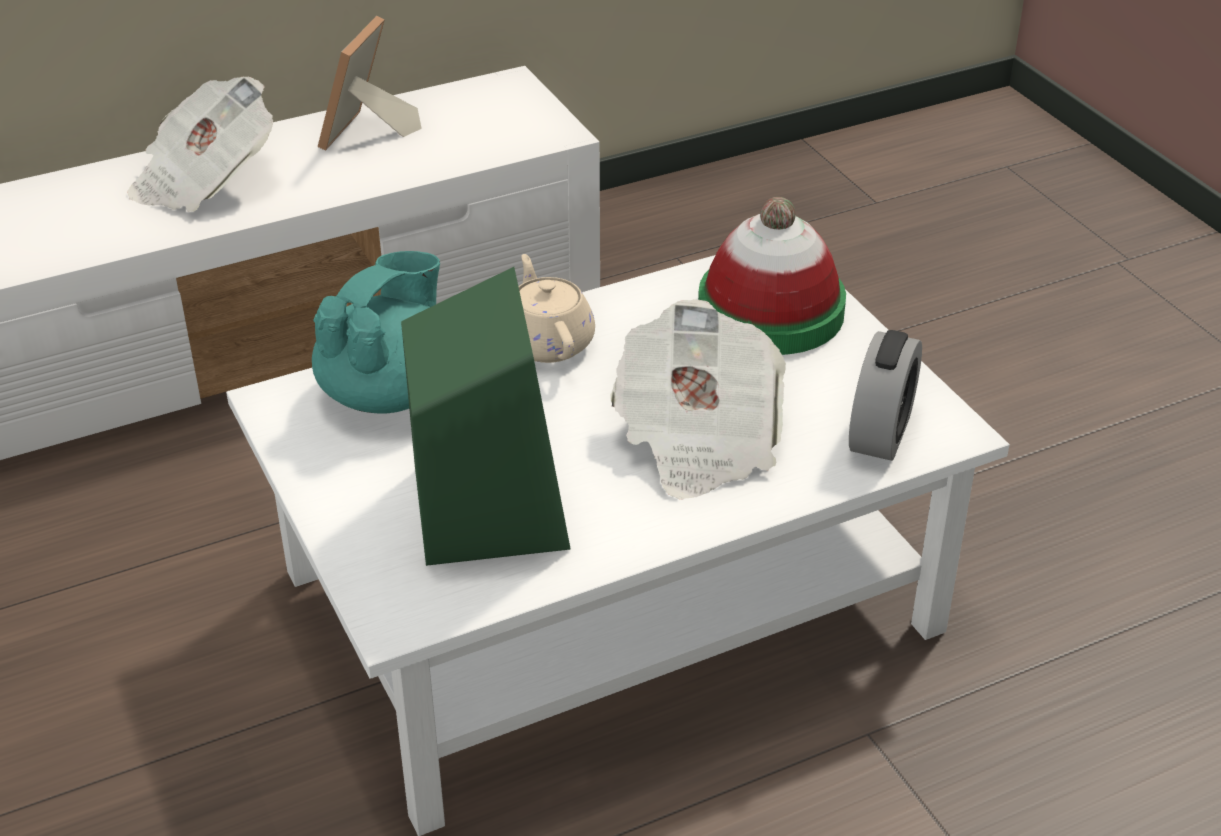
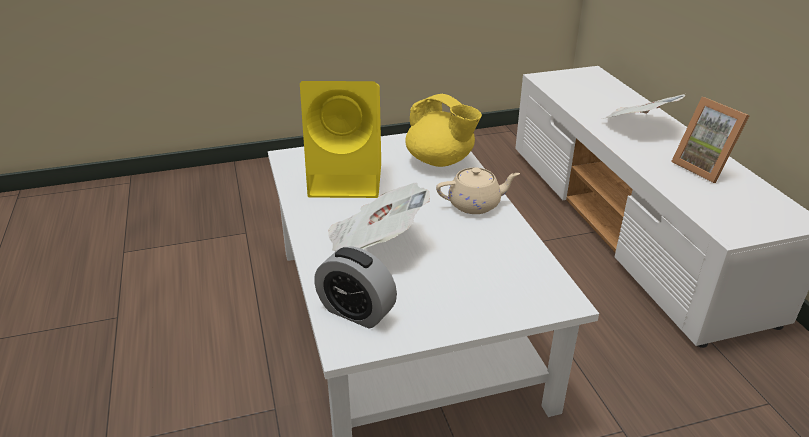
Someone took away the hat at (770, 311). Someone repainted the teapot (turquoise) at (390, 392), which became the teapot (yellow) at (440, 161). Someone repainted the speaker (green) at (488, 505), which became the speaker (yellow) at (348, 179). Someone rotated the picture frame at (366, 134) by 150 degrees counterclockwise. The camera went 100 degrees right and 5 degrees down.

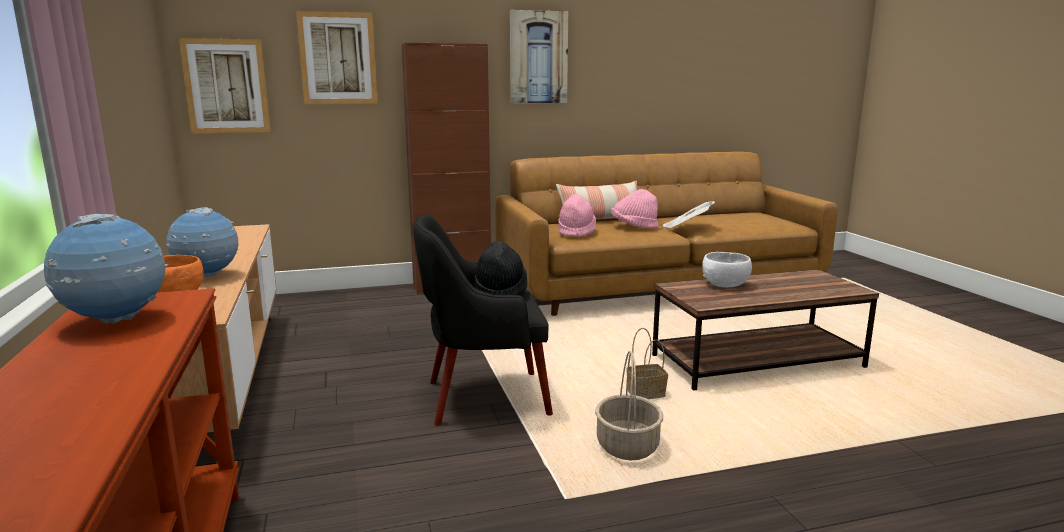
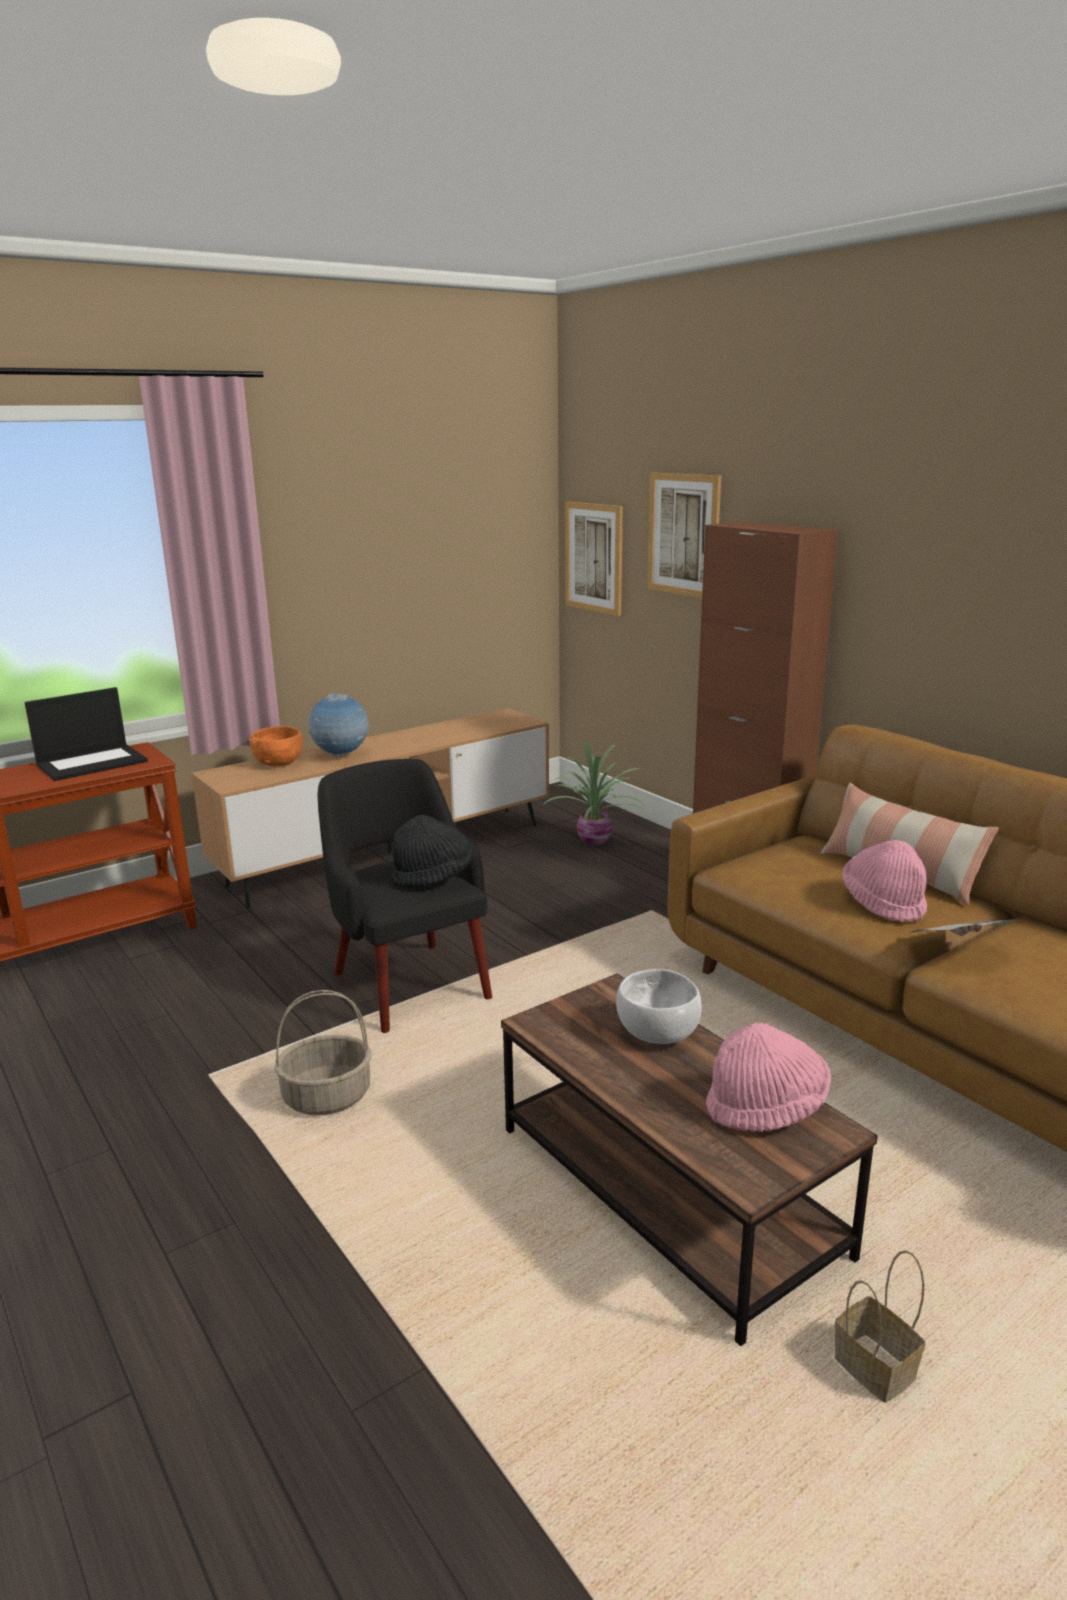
Someone took away the picture at (538, 57). Someone put down the potted plant at (596, 840). Someone carried the hat (pink) from (576, 232) to (766, 1108). Someone carried the basket from (646, 393) to (877, 1369). Someone swapped the globe at (116, 321) for the laptop at (92, 762). The camera went 70 degrees right and 5 degrees up.

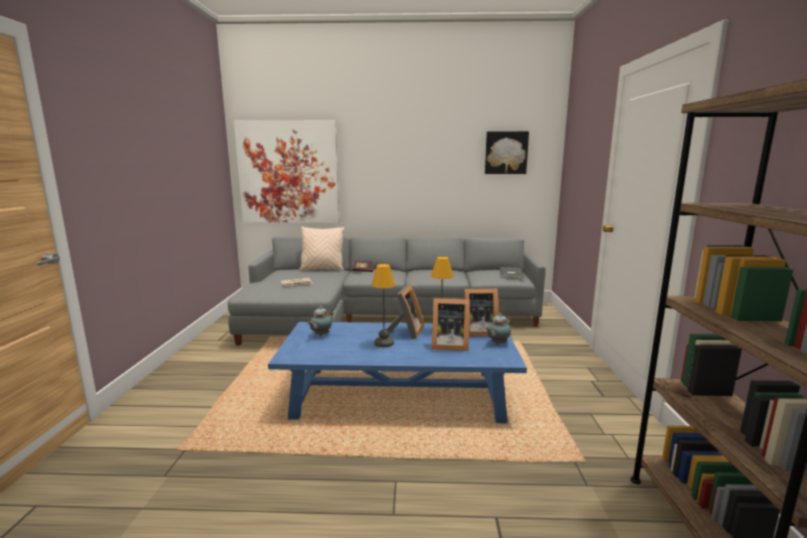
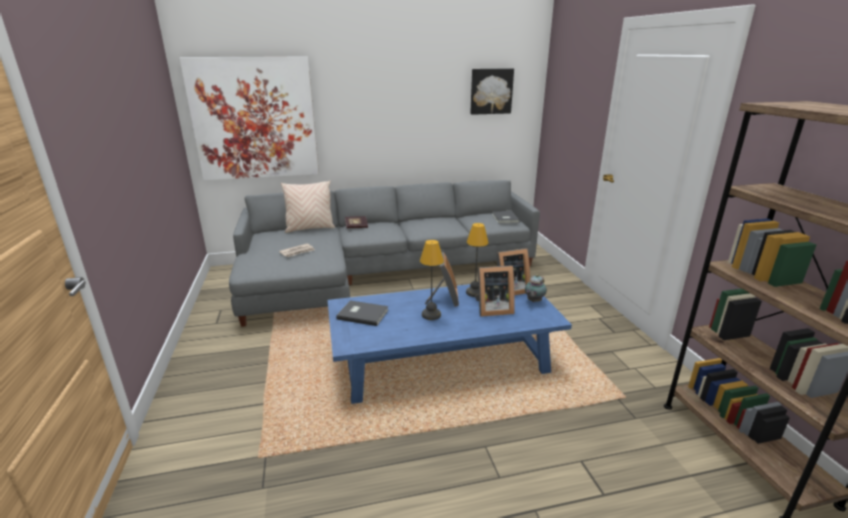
Someone swapped the teapot at (320, 335) for the book (grey) at (362, 314). The camera went 15 degrees left and 10 degrees up.

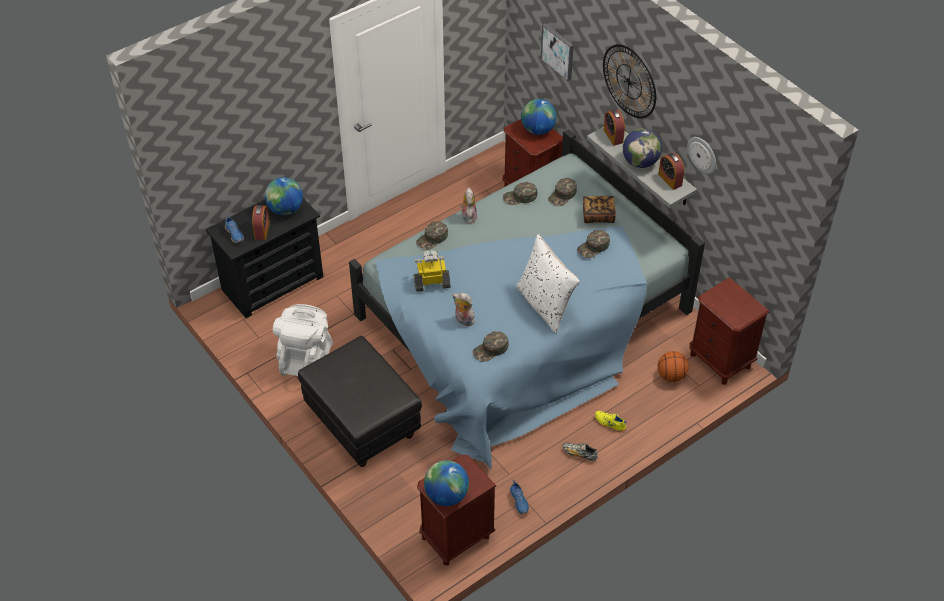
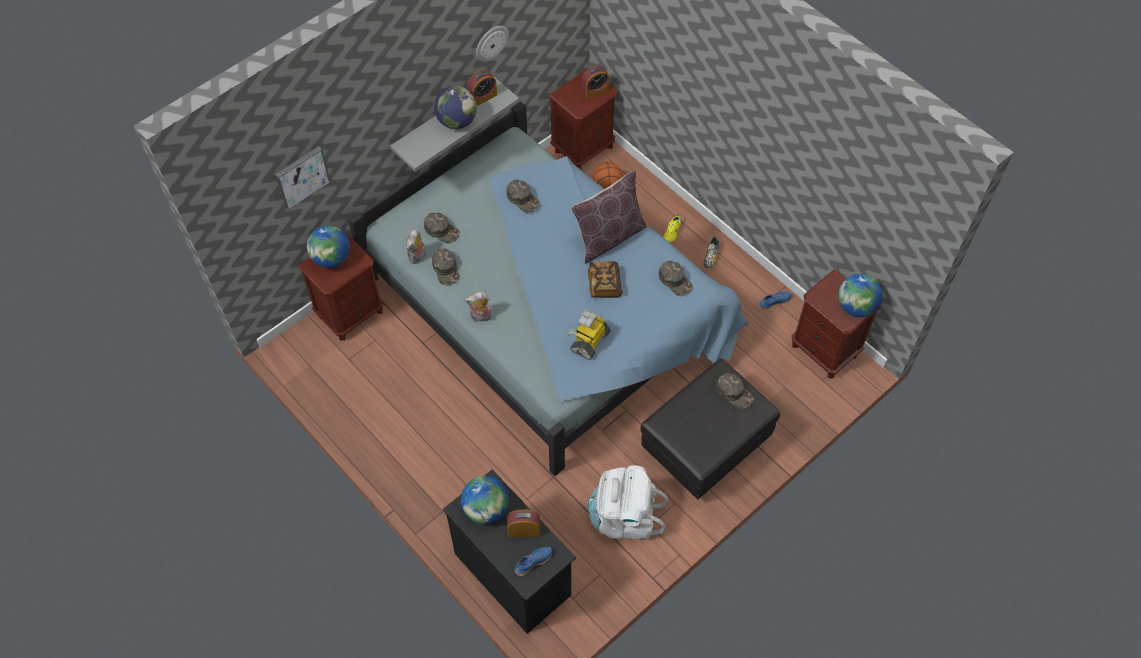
Someone took away the wall clock at (629, 81). Someone carried the cap (green) from (432, 238) to (734, 393). Someone carried the plush toy from (463, 321) to (418, 257). Someone carried the book from (598, 215) to (604, 285). Someone carried the alarm clock from (613, 136) to (595, 90). Someone repainted the pillow (white) at (545, 305), which became the pillow (brown) at (609, 237). Someone rotated the toy robot at (432, 283) by 45 degrees clockwise. The camera went 95 degrees left and 10 degrees up.

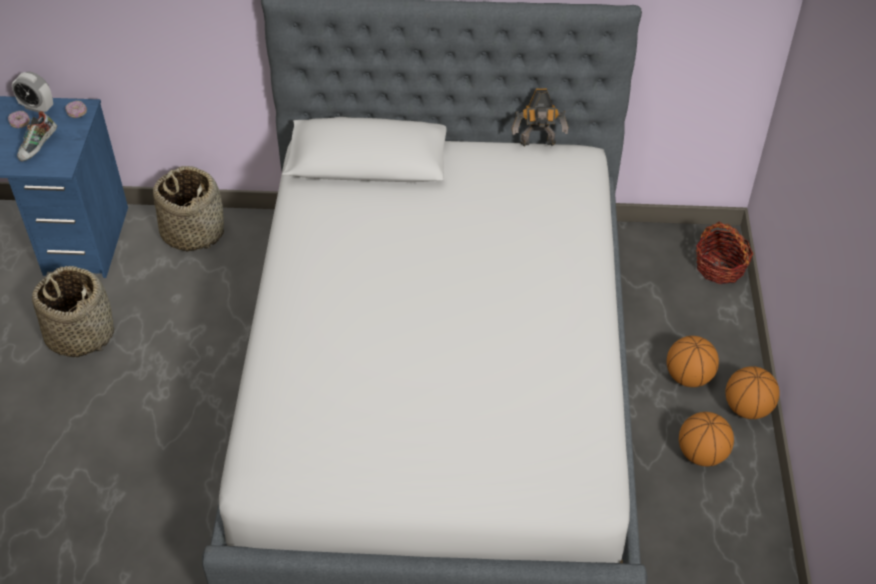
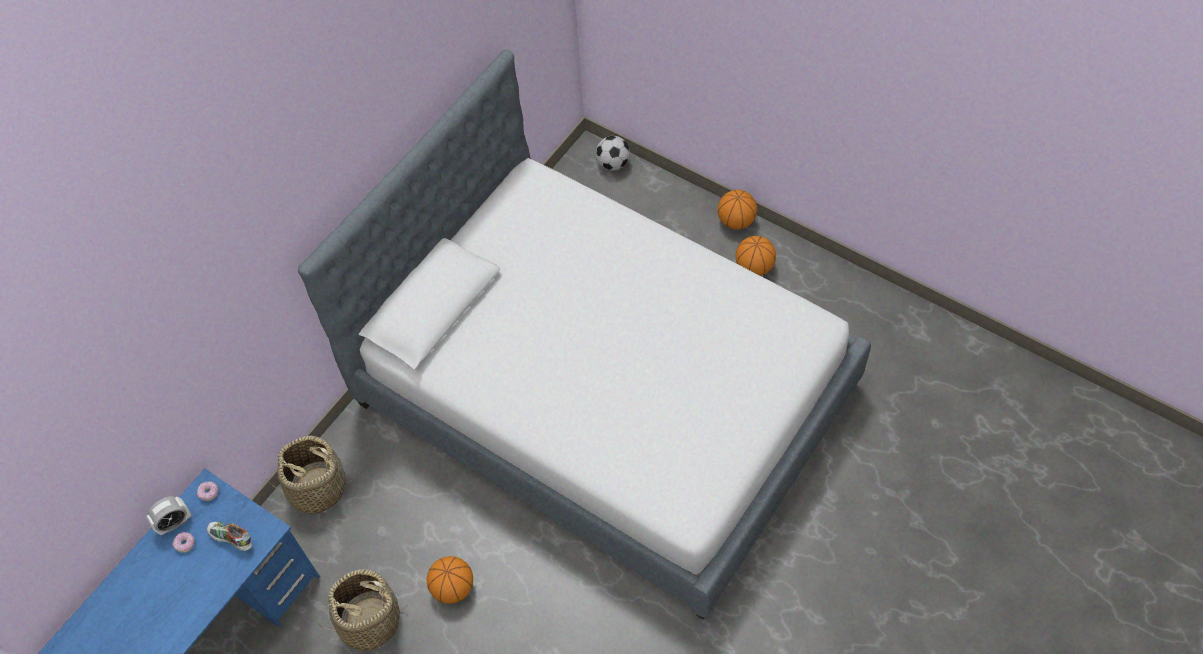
Someone took away the toy robot at (538, 144). Someone carried the basketball from (688, 377) to (453, 587). Someone swapped the basket at (720, 267) for the football at (613, 164). Someone rotated the shoe at (39, 148) by 150 degrees clockwise. The camera went 55 degrees left and 10 degrees up.

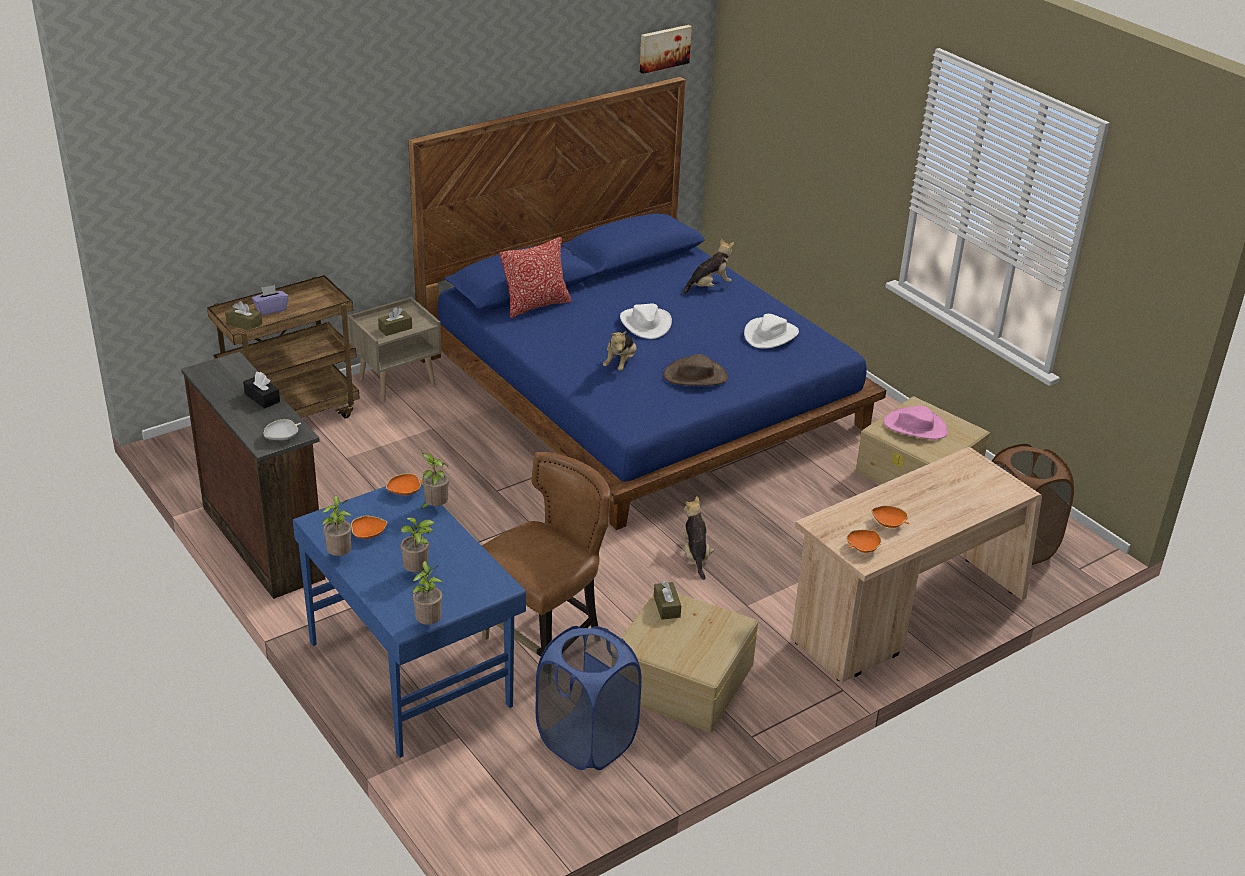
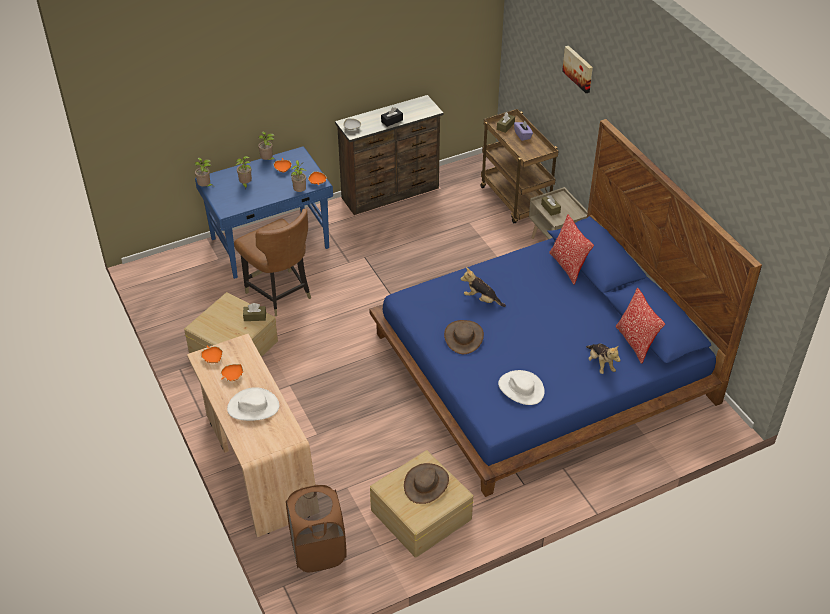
Someone took away the laundry basket (blue) at (586, 741). Someone took away the plush toy at (695, 555). Someone put down the pillow at (635, 343). Someone carried the hat (white) from (645, 323) to (253, 407). Someone carried the picture from (663, 48) to (579, 68). Someone repainted the hat (pink) at (915, 426), which became the hat (brown) at (426, 484). The camera went 100 degrees right and 10 degrees up.

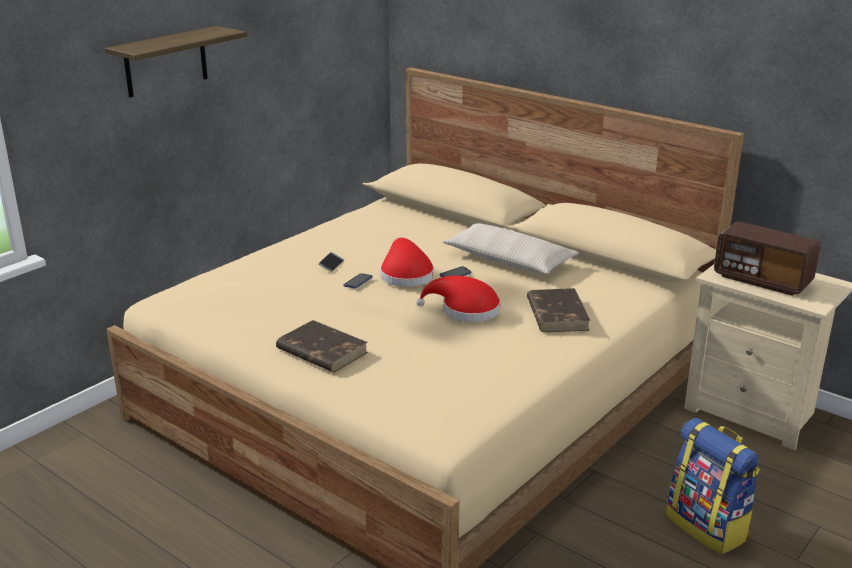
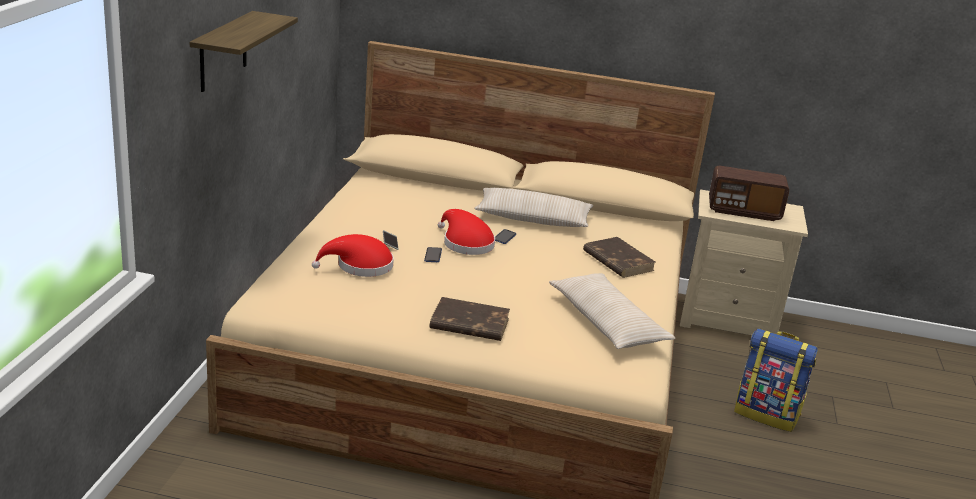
Someone put down the pillow (beige) at (607, 323). Someone carried the hat (red) from (465, 310) to (360, 266). The camera went 30 degrees left and 0 degrees up.

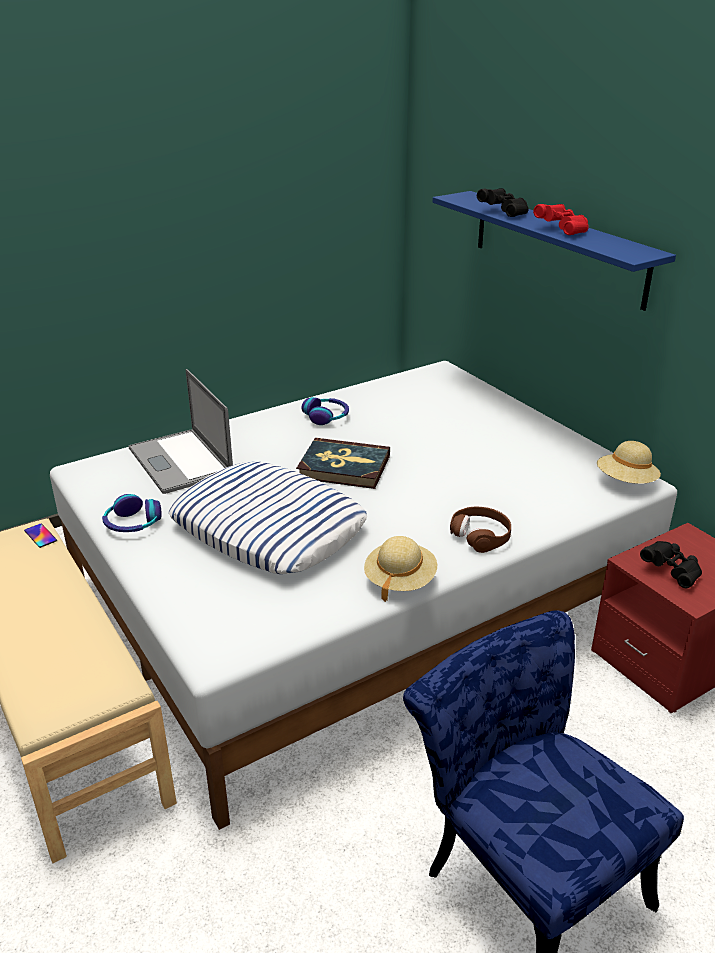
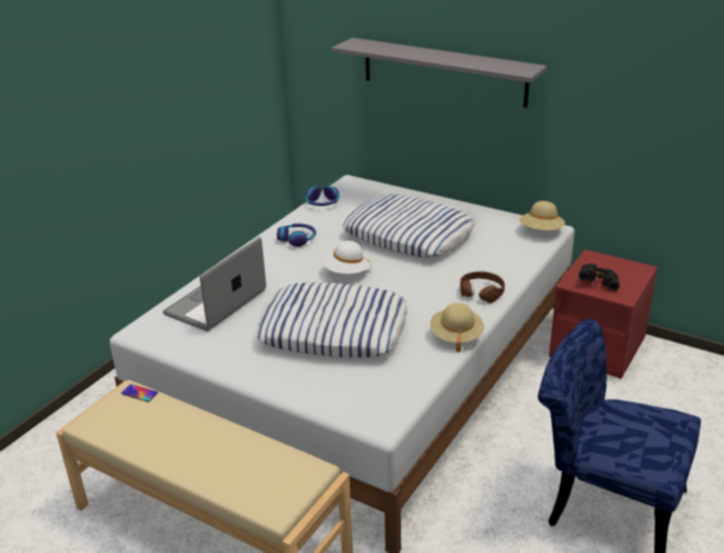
Someone took away the binoculars (black) at (504, 212). Someone took away the binoculars (red) at (563, 230). Someone put down the pillow at (409, 234). Someone carried the headphones from (132, 523) to (322, 203). Someone swapped the book at (344, 467) for the hat (white) at (346, 272). Someone repainted the shelf (blue) at (557, 247), which became the shelf (grey) at (443, 72). Someone rotated the laptop at (180, 461) by 90 degrees clockwise. The camera went 25 degrees left and 0 degrees up.

